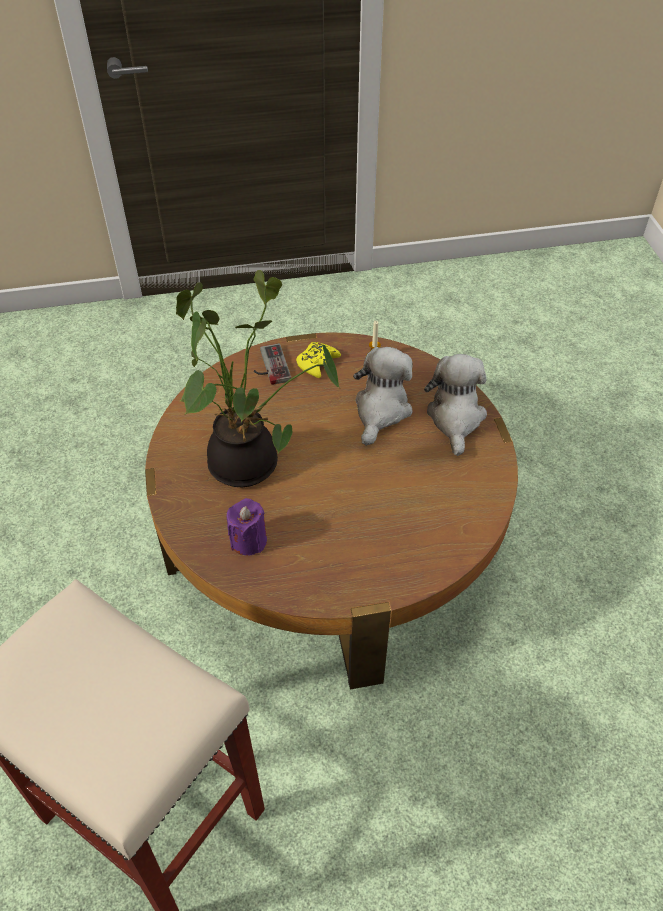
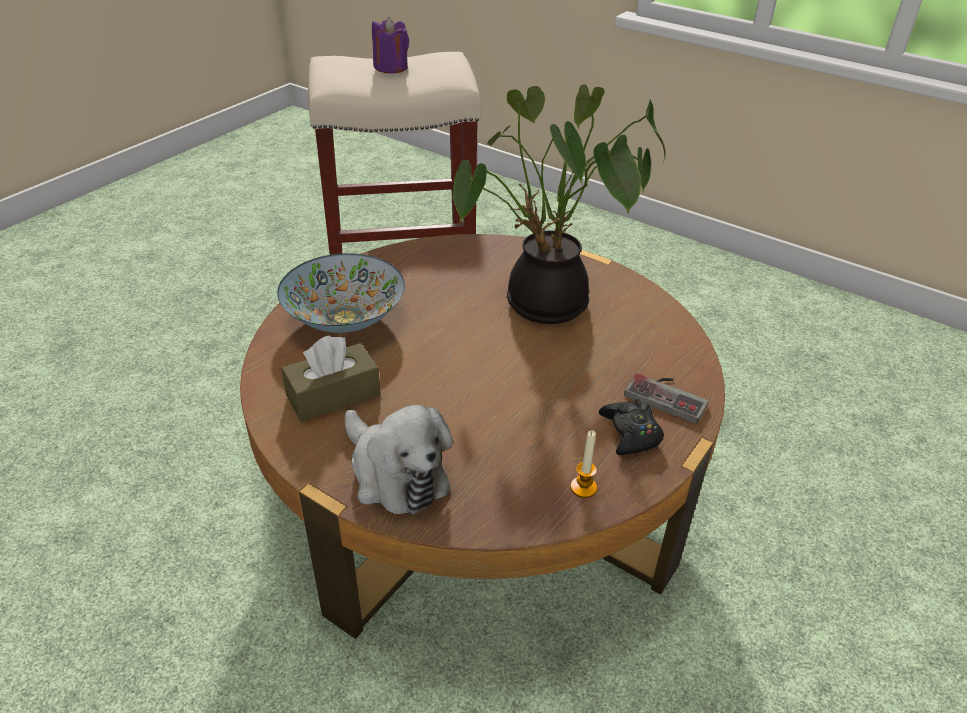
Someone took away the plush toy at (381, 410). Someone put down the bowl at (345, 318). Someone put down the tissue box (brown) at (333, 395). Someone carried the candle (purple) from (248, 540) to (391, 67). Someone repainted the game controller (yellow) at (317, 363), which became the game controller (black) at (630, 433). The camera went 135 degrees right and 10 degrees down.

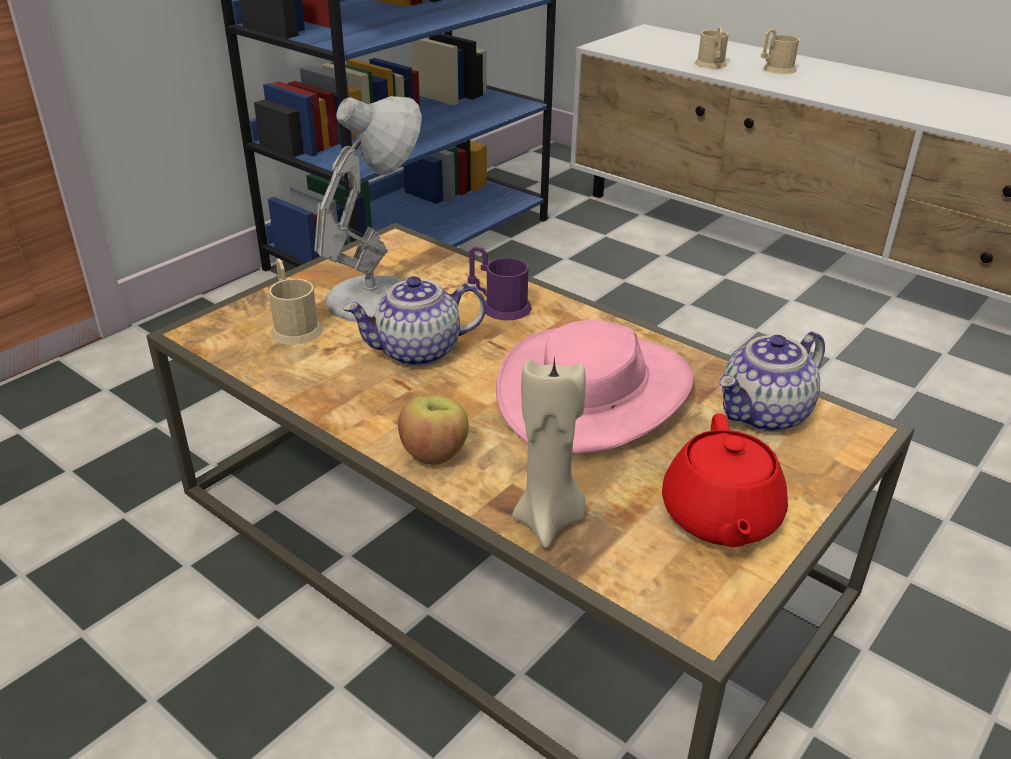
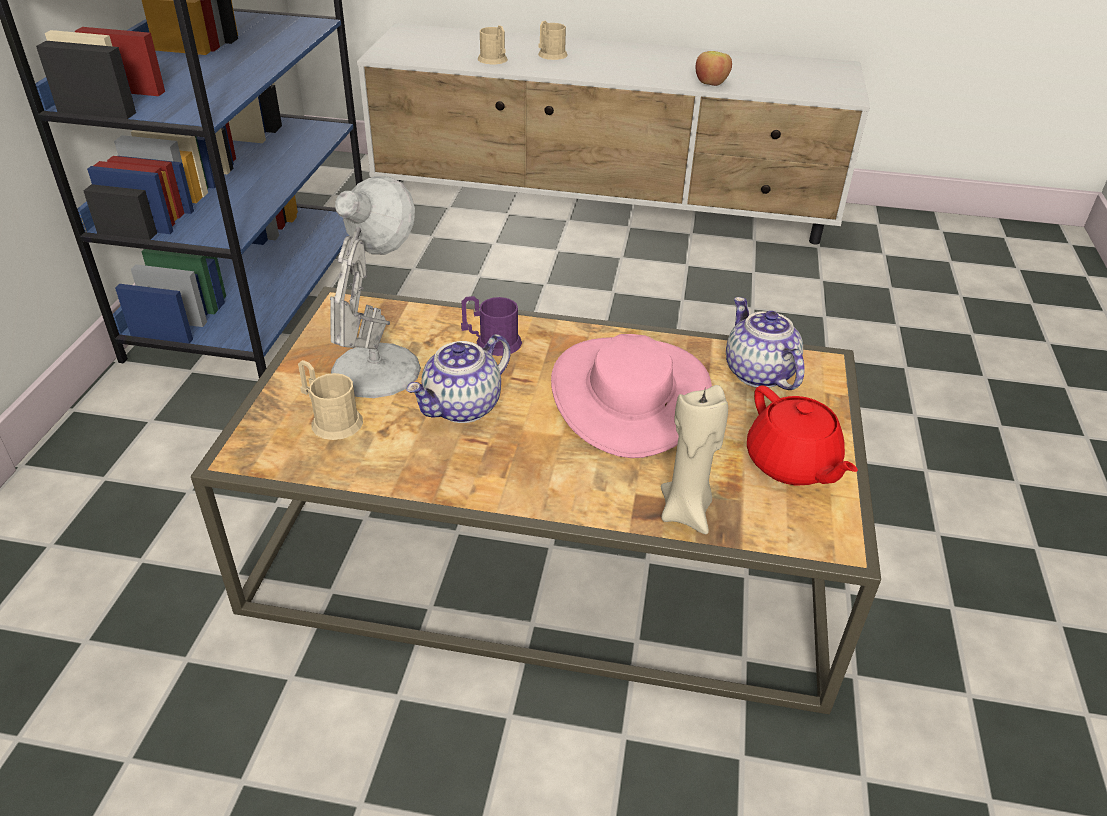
Someone carried the apple from (435, 453) to (711, 83). Someone rotated the teapot at (764, 414) by 135 degrees clockwise. The camera went 30 degrees left and 5 degrees up.

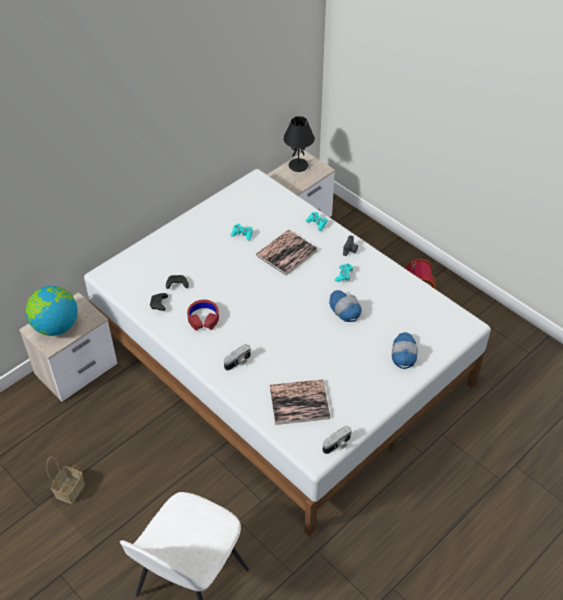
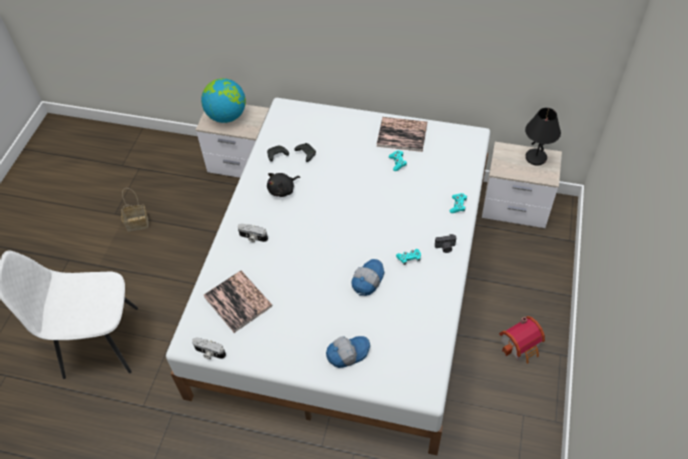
Someone carried the book from (286, 253) to (402, 134). Someone swapped the headphones (red) at (203, 318) for the plush toy (black) at (283, 190). The camera went 60 degrees right and 5 degrees up.

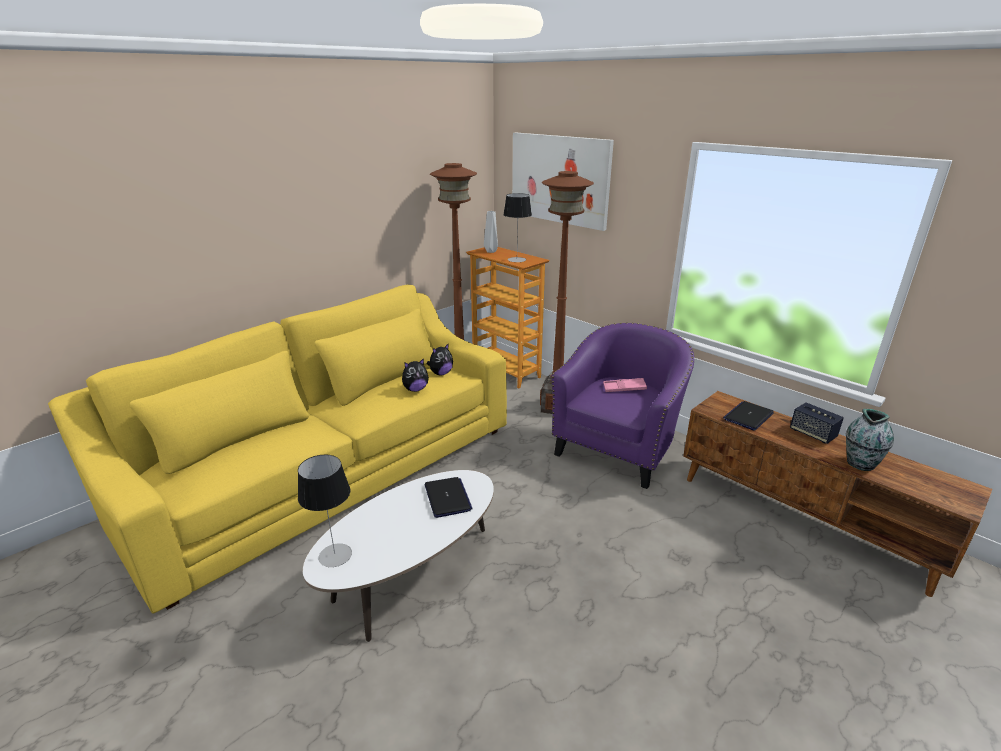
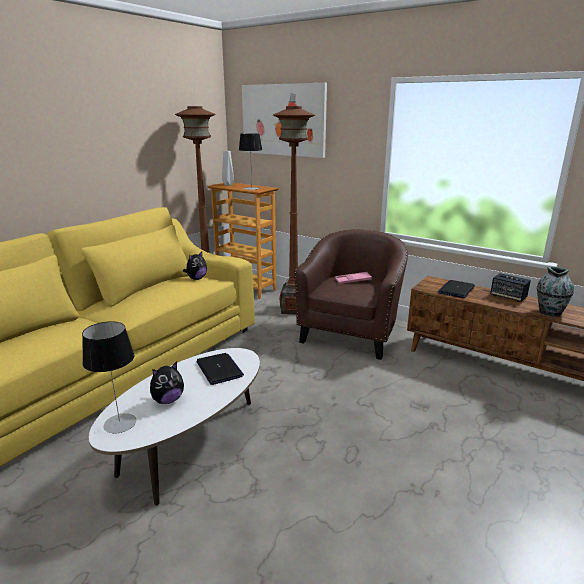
Someone carried the plush toy from (415, 389) to (168, 400). Someone repainted the armchair (purple) at (618, 449), which became the armchair (brown) at (351, 334). The camera went 10 degrees left and 5 degrees down.

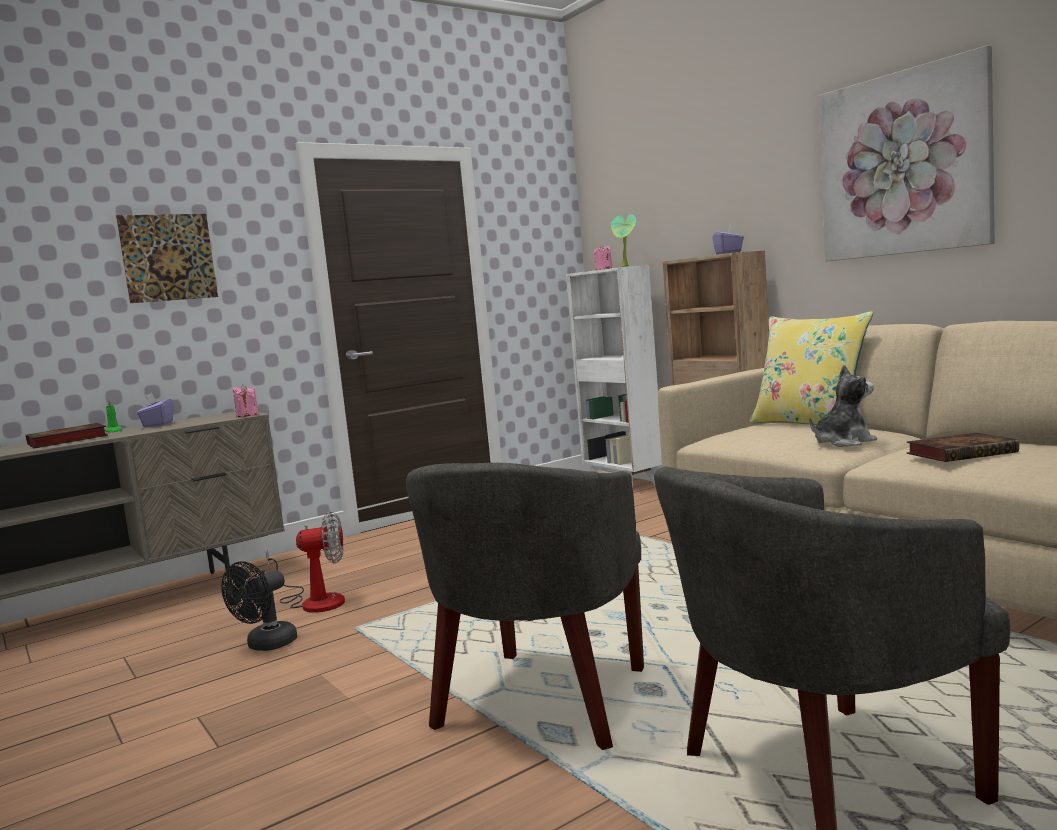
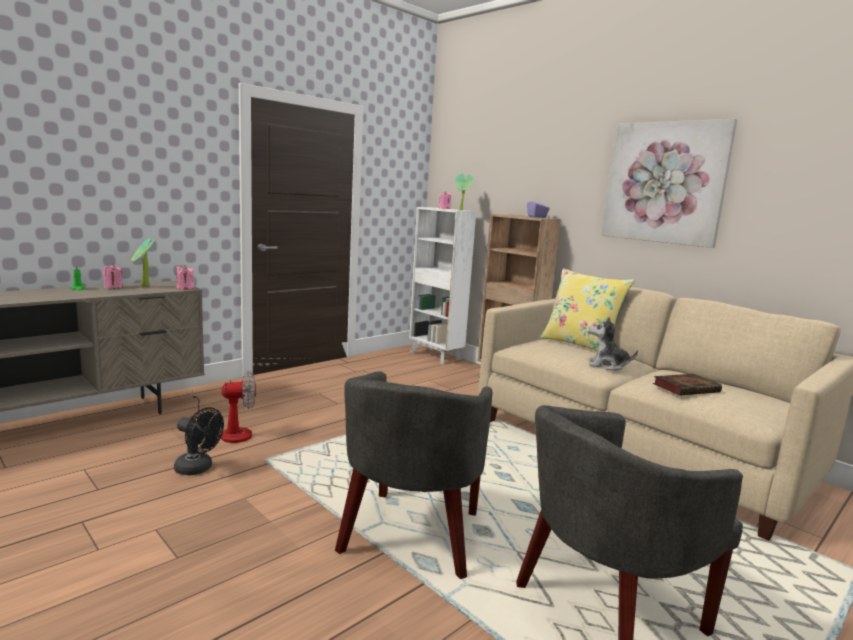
Someone took away the book at (65, 441). Someone took away the picture at (168, 257). Someone put down the potted plant at (144, 286). Someone swapped the tissue box (purple) at (157, 424) for the candle (pink) at (113, 287). Someone rotated the fan (black) at (266, 645) by 90 degrees counterclockwise. Someone rotated the plush toy at (843, 442) by 135 degrees counterclockwise. The camera went 10 degrees left and 5 degrees up.

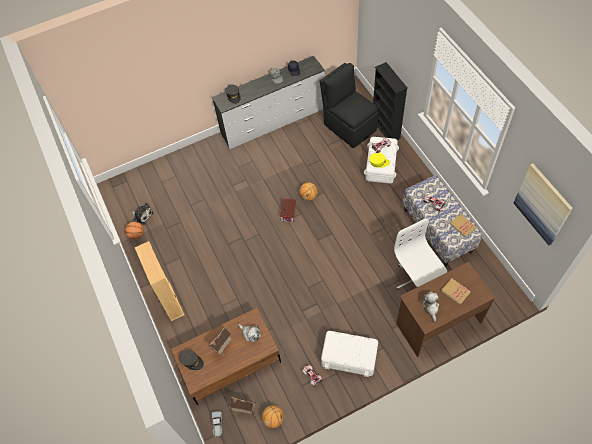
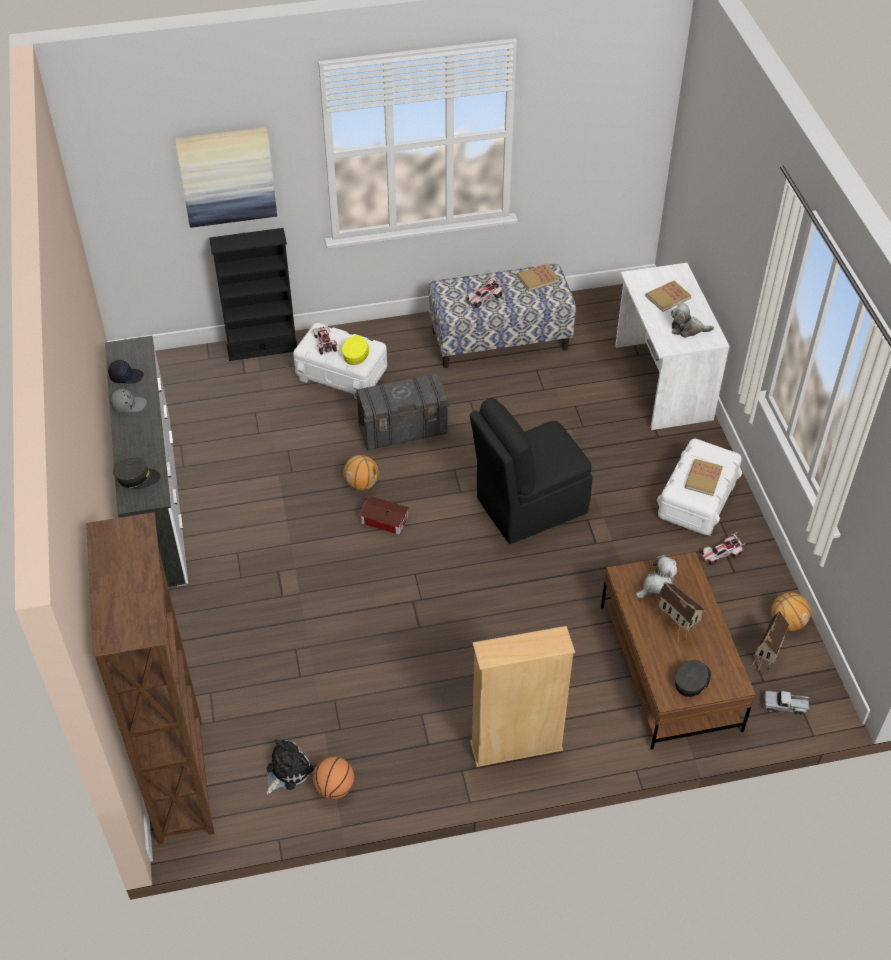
Someone took away the office chair (white) at (416, 280). Someone put down the bookcase (brown) at (182, 779). Someone put down the storage box (grey) at (403, 430). Someone put down the book at (703, 478). Someone carried the chair (black) from (349, 126) to (528, 506). Someone carried the picture from (542, 204) to (227, 176). Someone repainted the desk (brown) at (438, 322), which became the desk (white) at (661, 382). The camera went 80 degrees left and 10 degrees down.

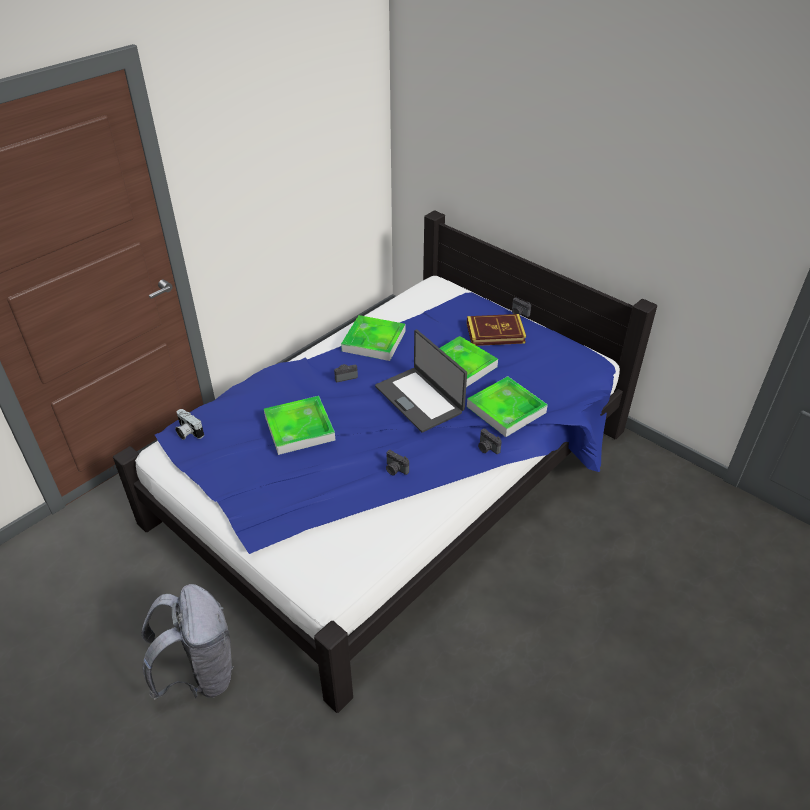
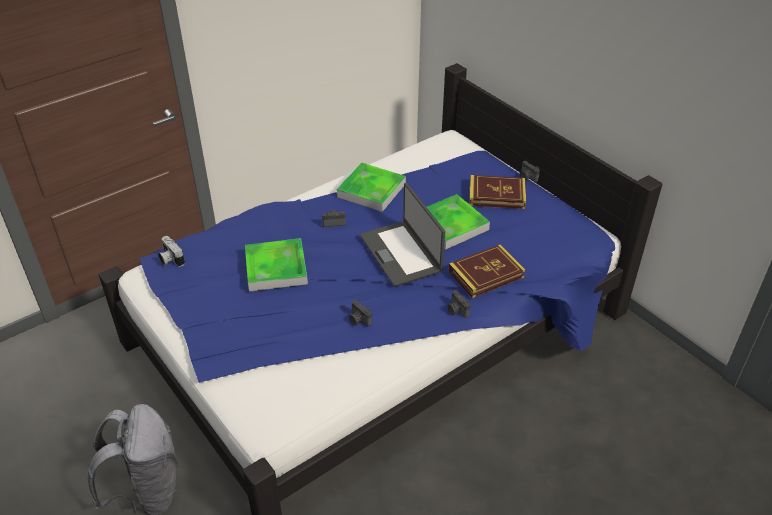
Someone swapped the tray at (506, 409) for the book at (486, 274). The camera went 10 degrees right and 0 degrees up.

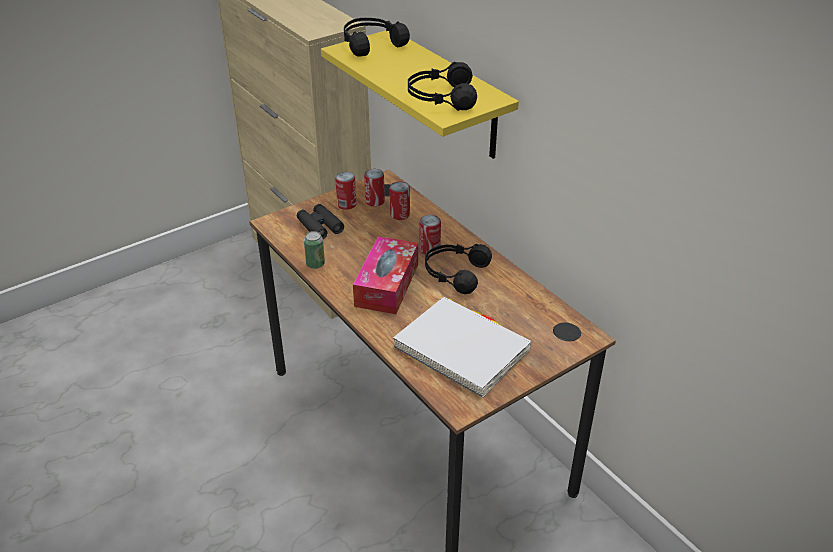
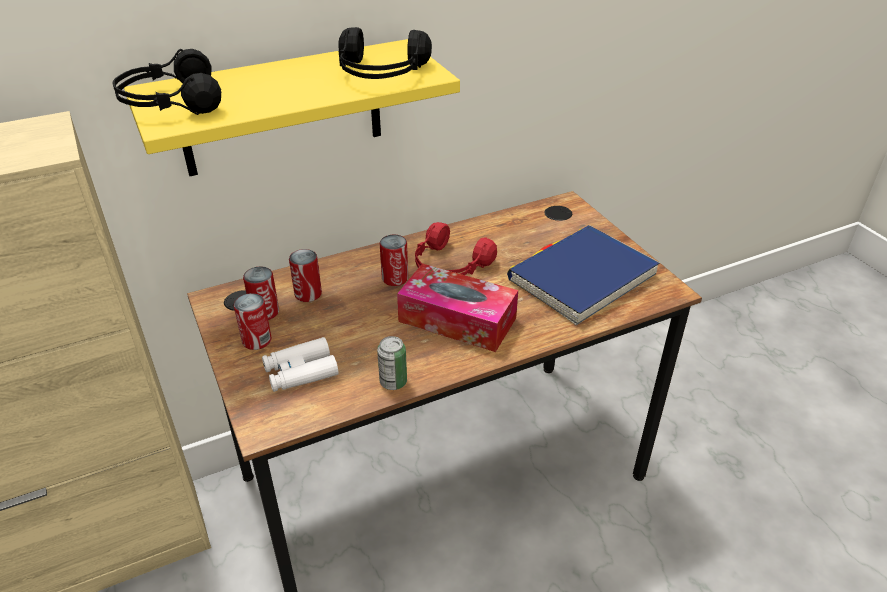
Someone repainted the binoculars (black) at (320, 226), which became the binoculars (white) at (300, 372). Someone repainted the book (white) at (462, 349), which became the book (blue) at (582, 278). Someone repainted the headphones (black) at (454, 273), which became the headphones (red) at (449, 266). The camera went 80 degrees left and 0 degrees up.

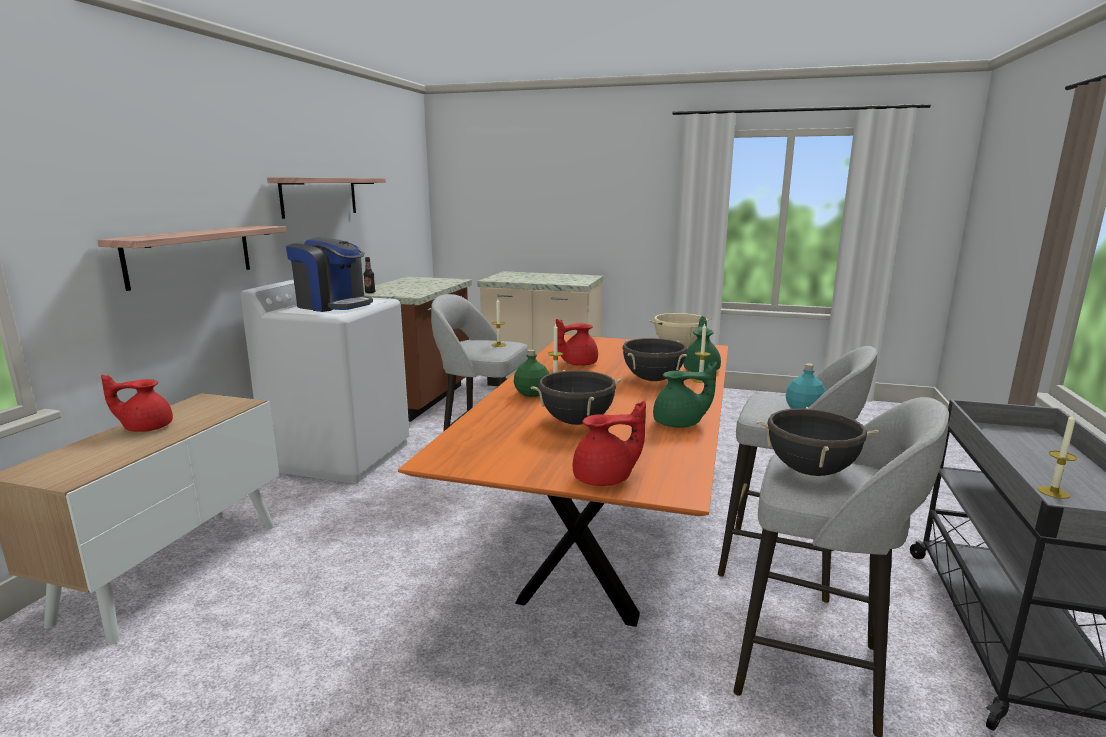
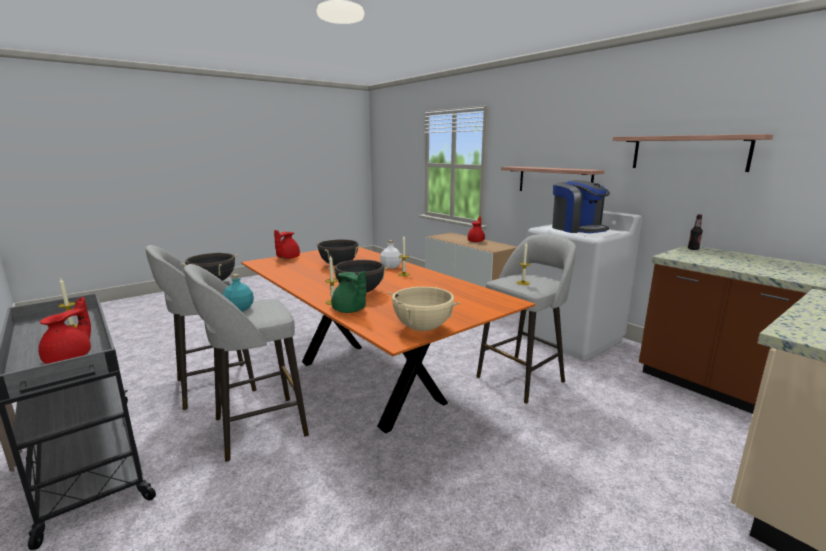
Someone took away the teapot (green) at (679, 424). Someone carried the teapot (red) from (577, 363) to (70, 357). Someone repainted the bottle (green) at (531, 393), which became the bottle (white) at (391, 267). Someone rotated the coffee machine at (333, 305) by 90 degrees counterclockwise. The camera went 125 degrees right and 0 degrees up.

